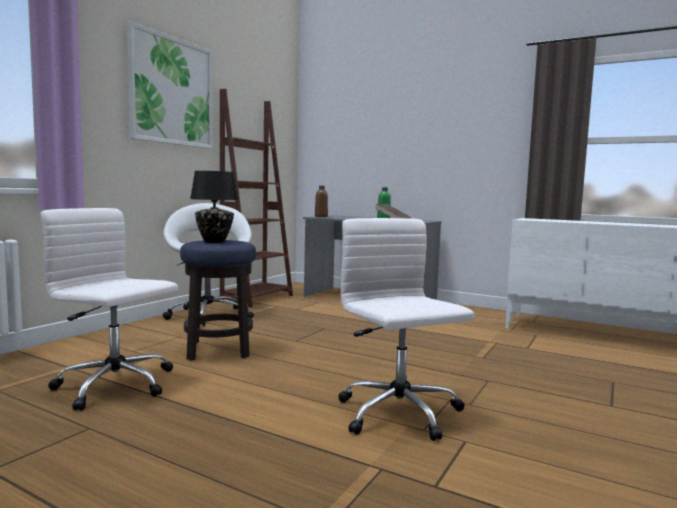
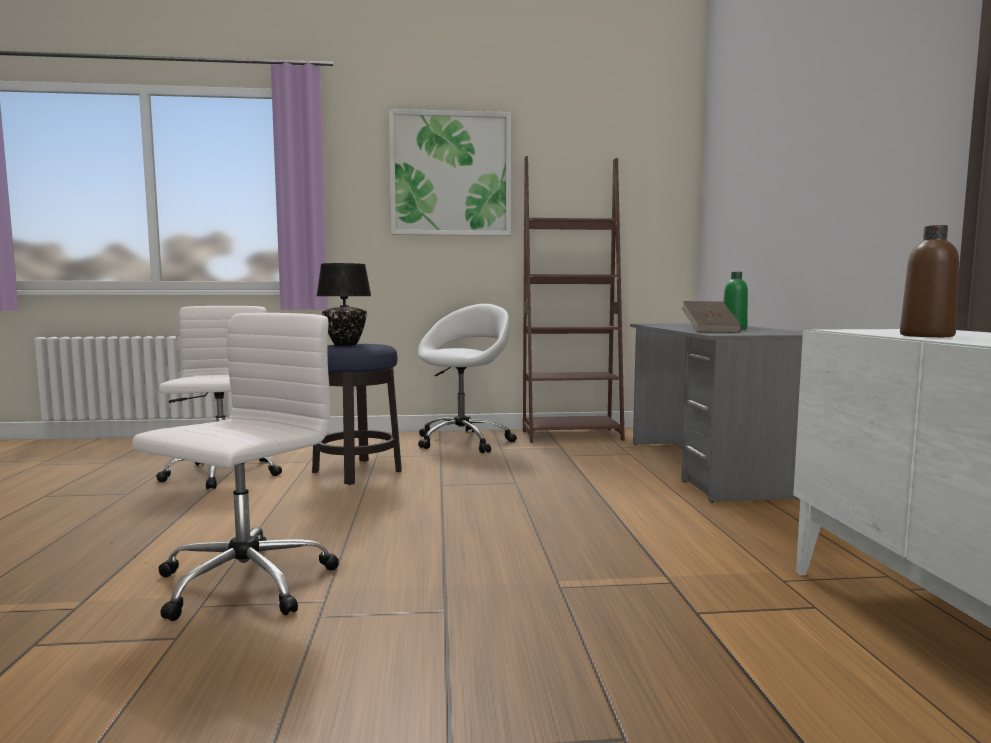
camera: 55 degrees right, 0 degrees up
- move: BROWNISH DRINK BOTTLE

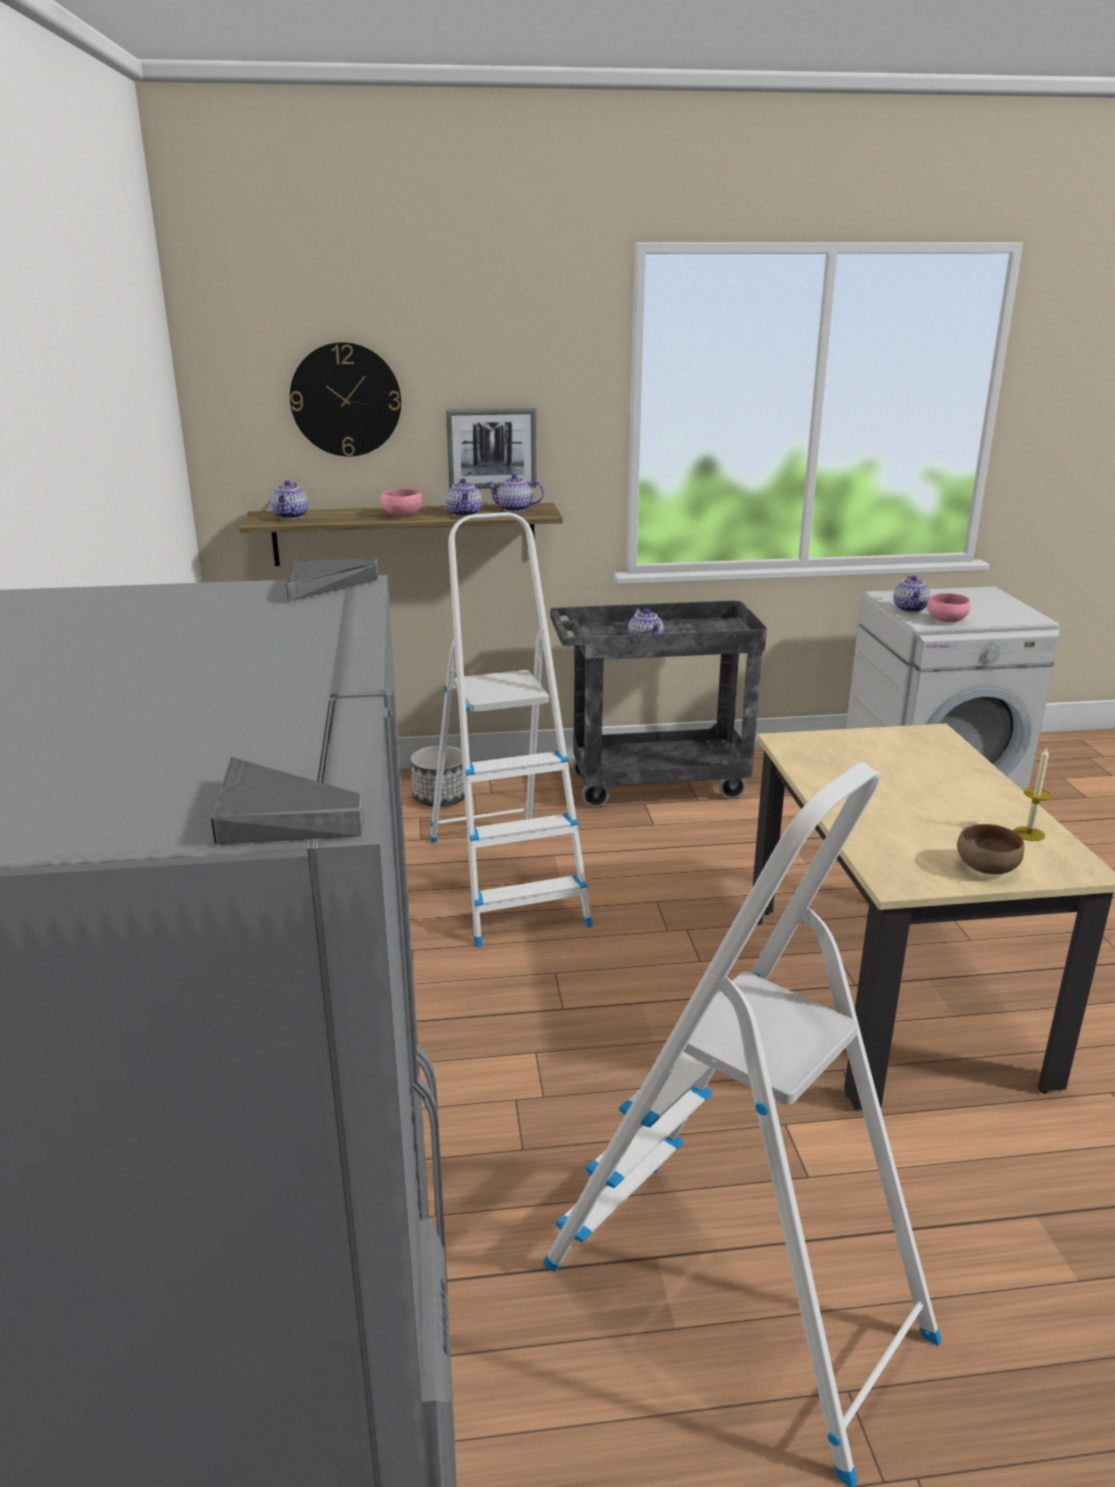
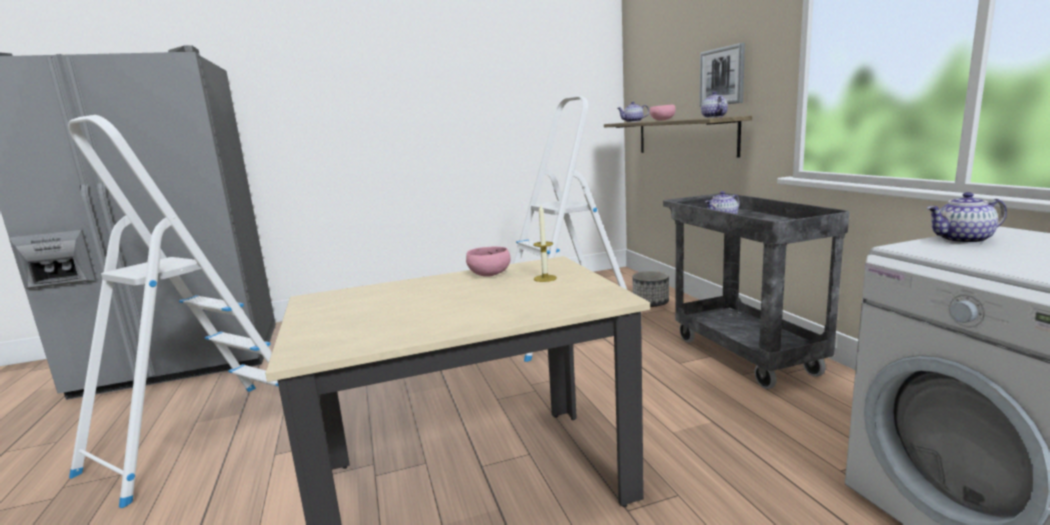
camera: 80 degrees right, 10 degrees down
- delete: HANGING CLOCK
- delete: TEAPOT (2nd from left)
- delete: BROWNISH SERVING BOWL
- move: PINKISH SERVING BOWL (2nd from left in the first image) to PINKISH SERVING BOWL (1st from left)
- move: WAX LIGHT

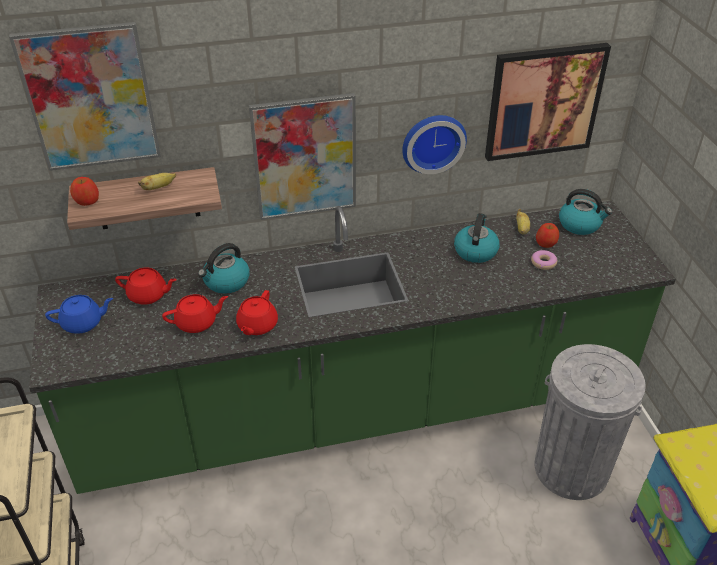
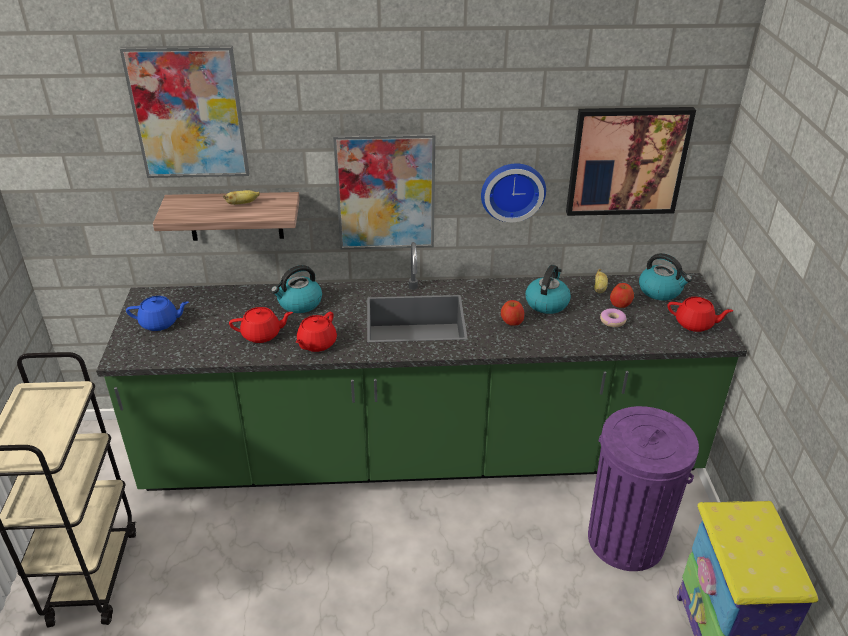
camera: 10 degrees right, 5 degrees down
- move: WHOLE APPLE (1st from left)
- move: REDDISH TEAPOT (1st from left in the first image) to REDDISH TEAPOT (3rd from left)
- recolor: GRAY TRASH CAN to PURPLE TRASH CAN

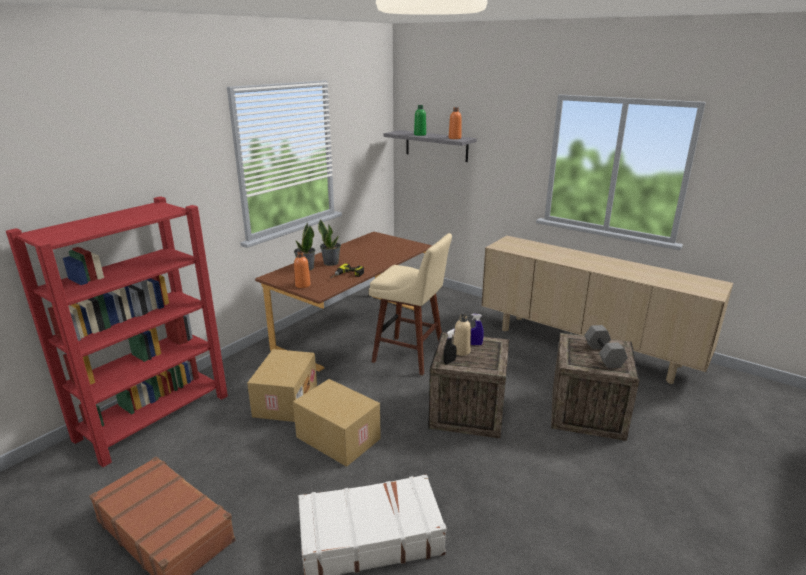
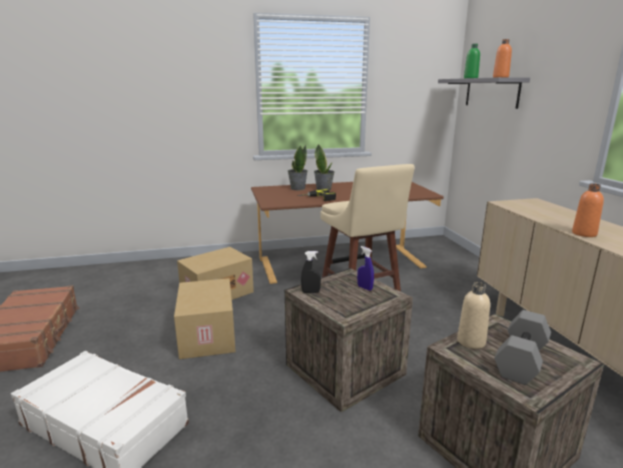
camera: 40 degrees right, 5 degrees down
- delete: REDDISH BOOKCASE
- move: ORANGEY DRINK BOTTLE (1st from left in the first image) to ORANGEY DRINK BOTTLE (2nd from left)
- move: SAND-COLOURED DRINK BOTTLE

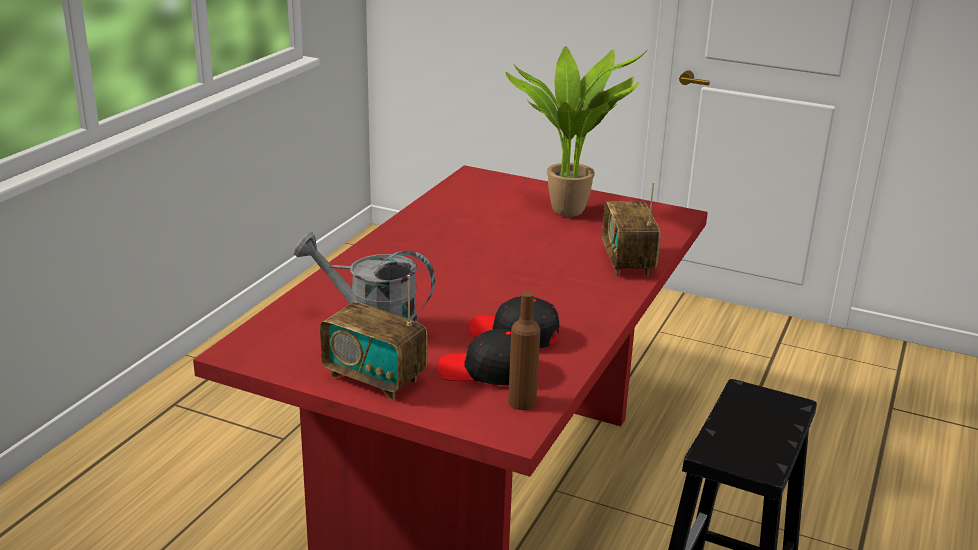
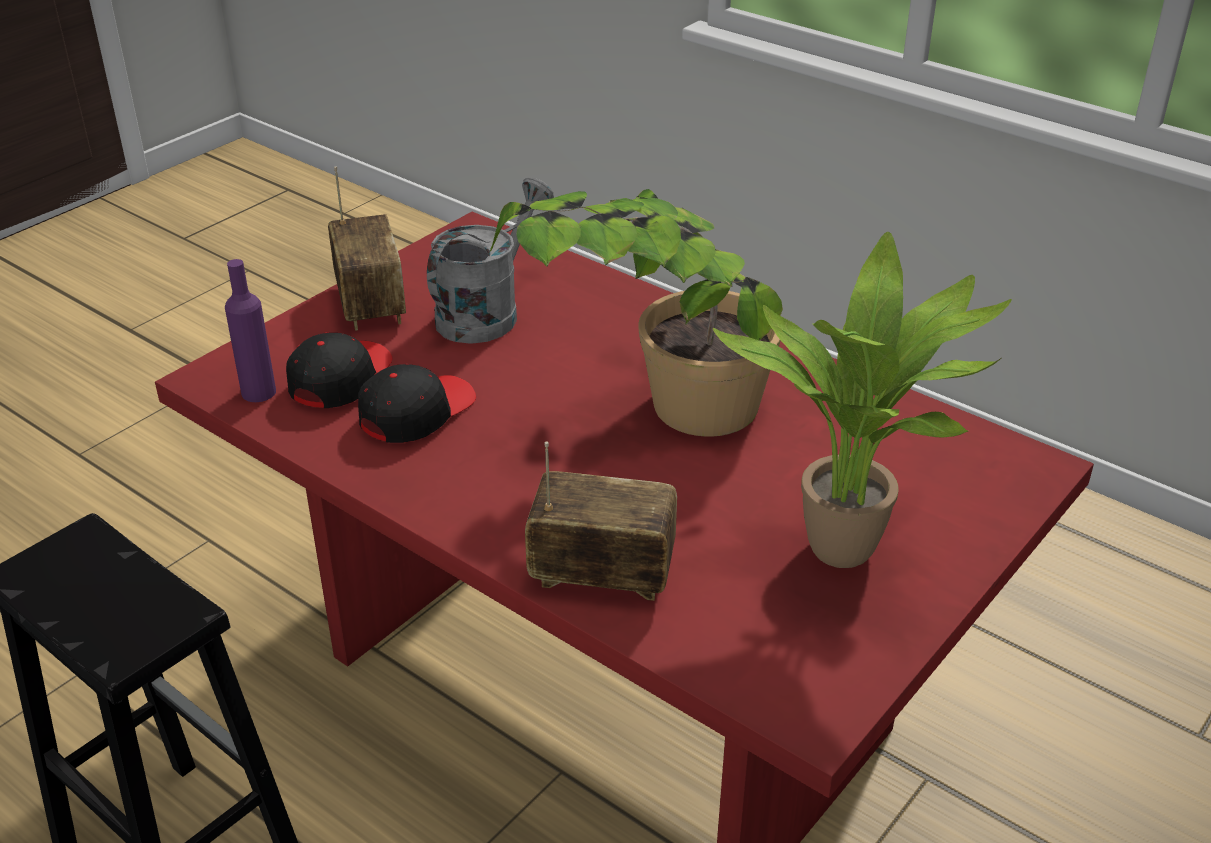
camera: 105 degrees right, 10 degrees up
- insert: HOUSEPLANT (1st from left)
- recolor: BROWNISH DRINK BOTTLE to PURPLE DRINK BOTTLE
- rotate: RADIO RECEIVER (1st from left) 120 degrees clockwise

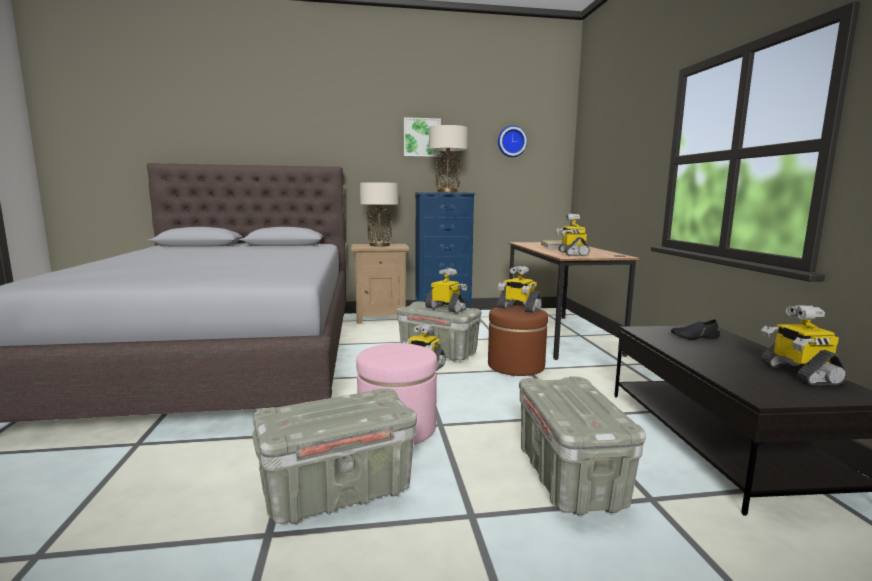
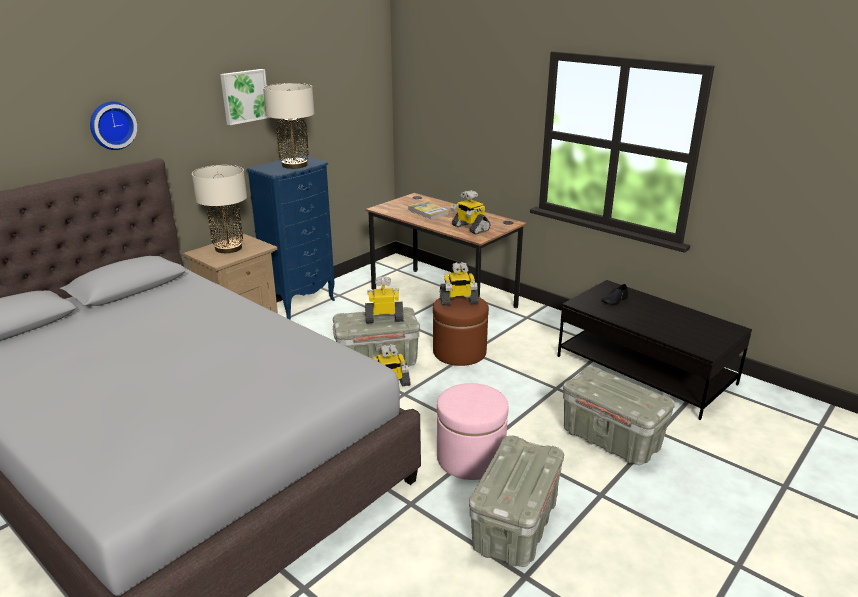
camera: 40 degrees left, 15 degrees up
- delete: TOY ROBOT (5th from left)
- move: HANGING CLOCK

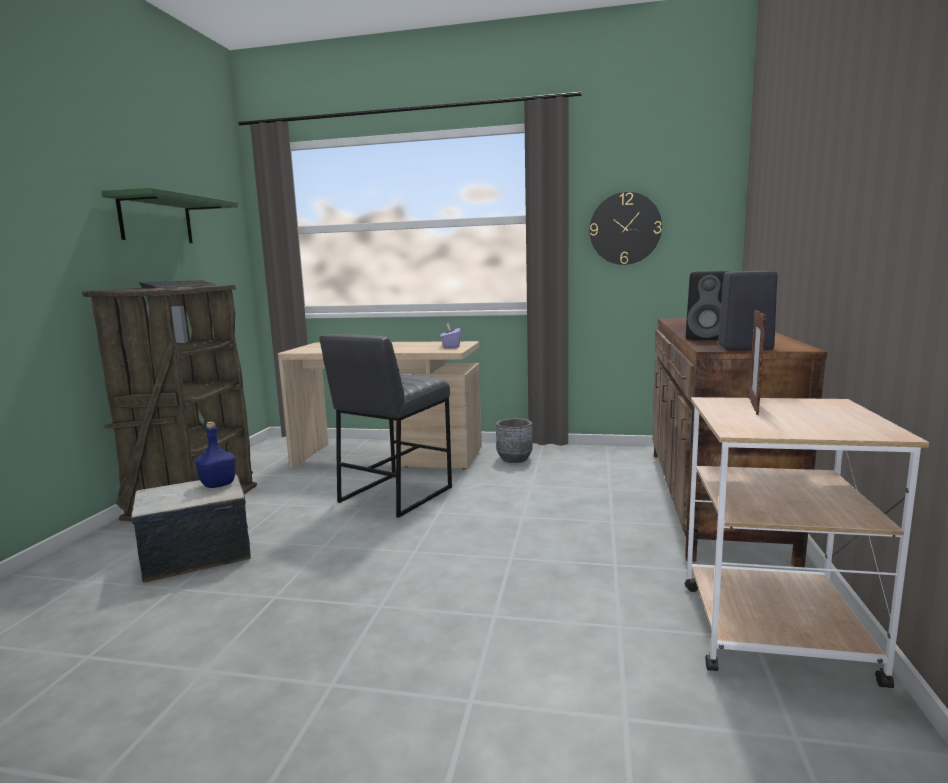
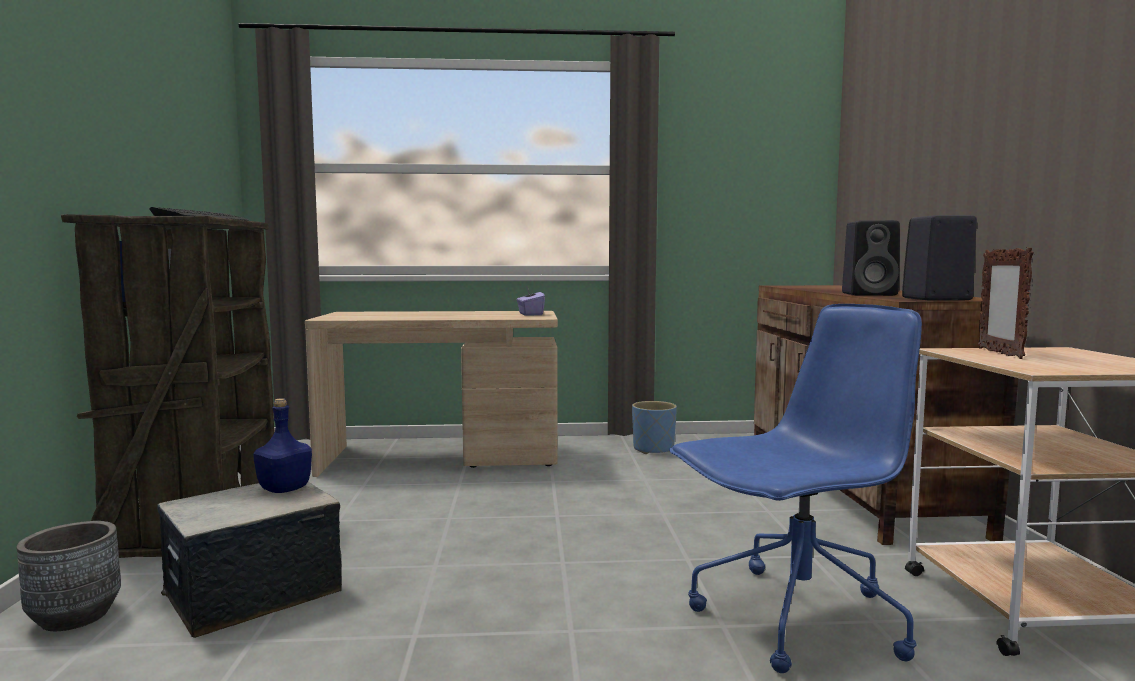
camera: 15 degrees left, 5 degrees down
- delete: GREENISH WALL SHELF
- delete: GRAY STOOL
- delete: HANGING CLOCK
- insert: BLUE PLANT POT
- insert: BLUE COMPUTER CHAIR
- move: GRAY PLANT POT

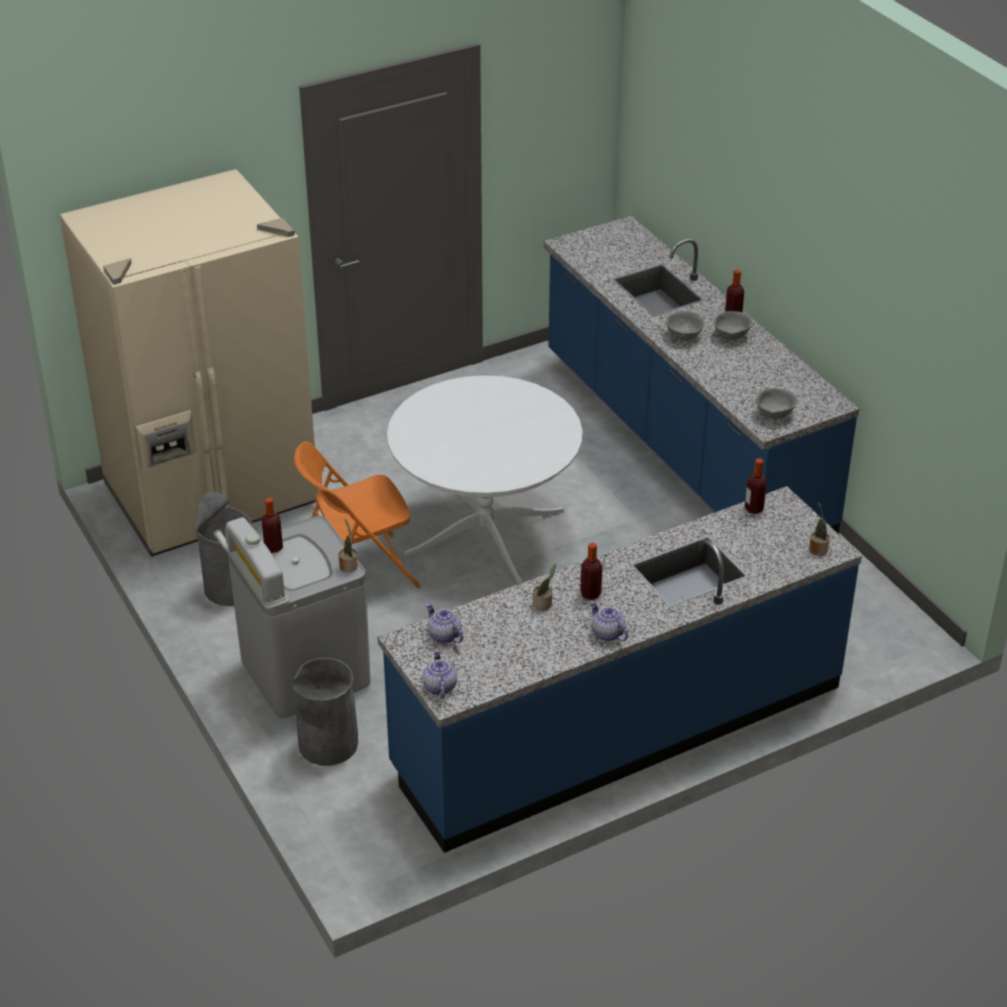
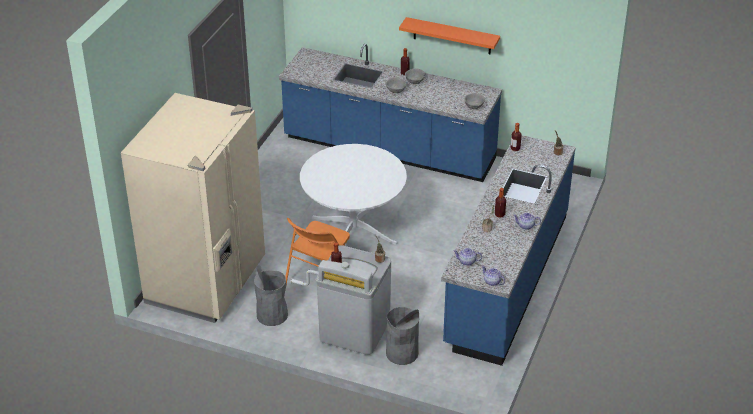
camera: 40 degrees left, 0 degrees up
- insert: ORANGEY WALL SHELF

